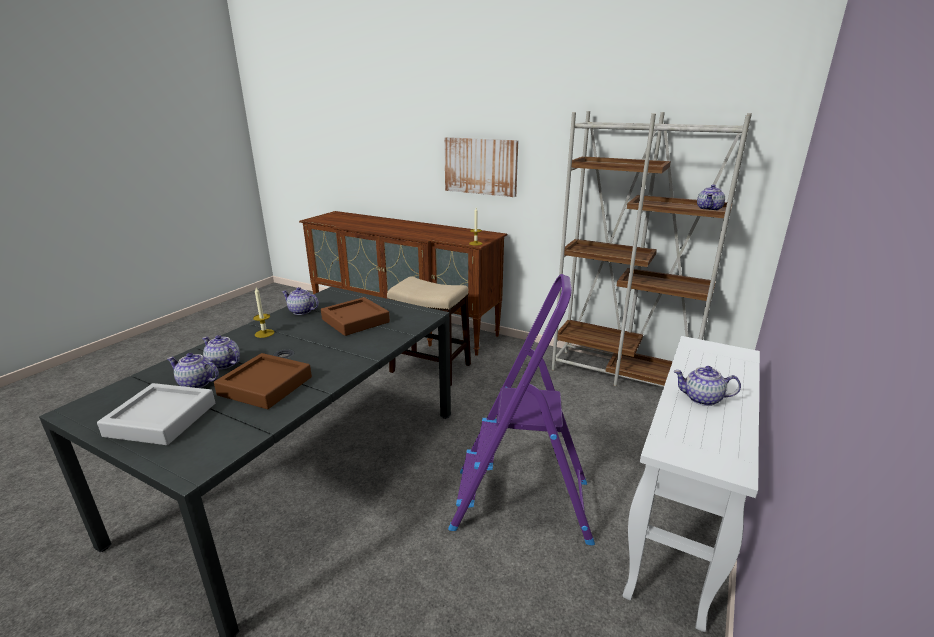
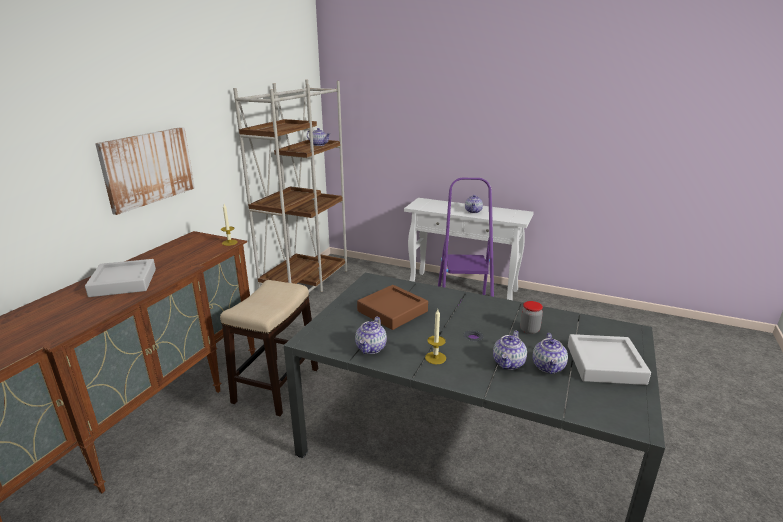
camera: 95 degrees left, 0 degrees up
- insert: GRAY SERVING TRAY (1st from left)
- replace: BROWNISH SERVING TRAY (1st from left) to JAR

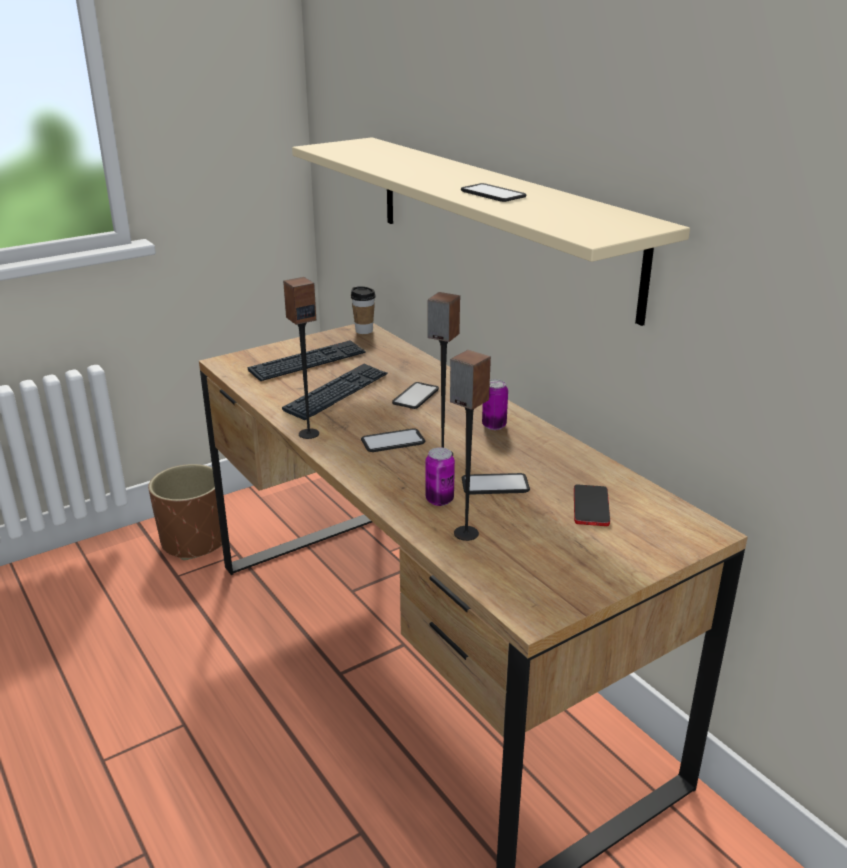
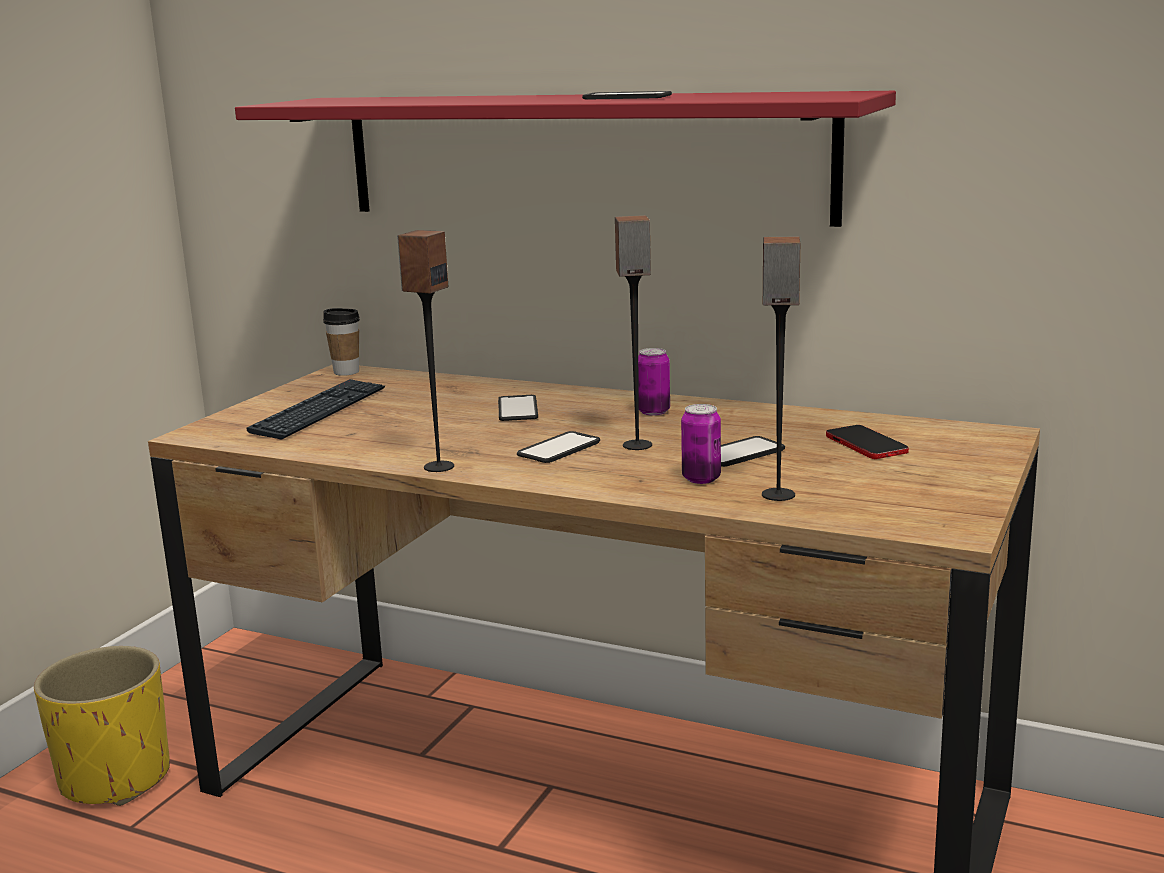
camera: 30 degrees left, 10 degrees down
- delete: COMPUTER KEYBOARD (2nd from left)
- recolor: BROWNISH PLANT POT to YELLOW PLANT POT
- recolor: SAND-COLOURED WALL SHELF to REDDISH WALL SHELF

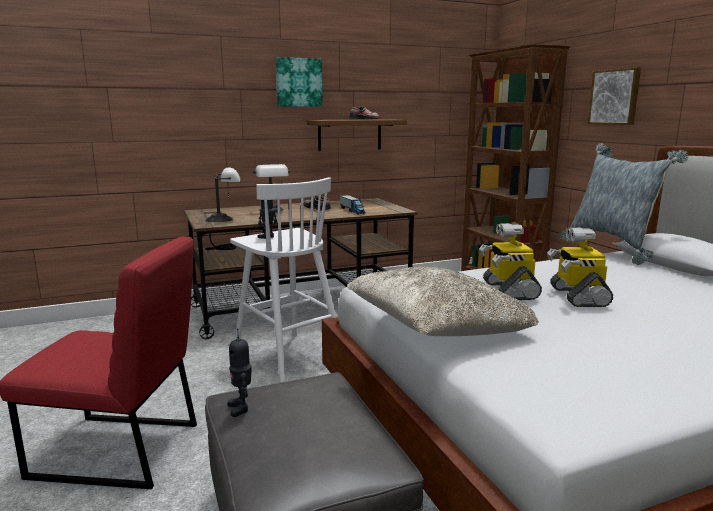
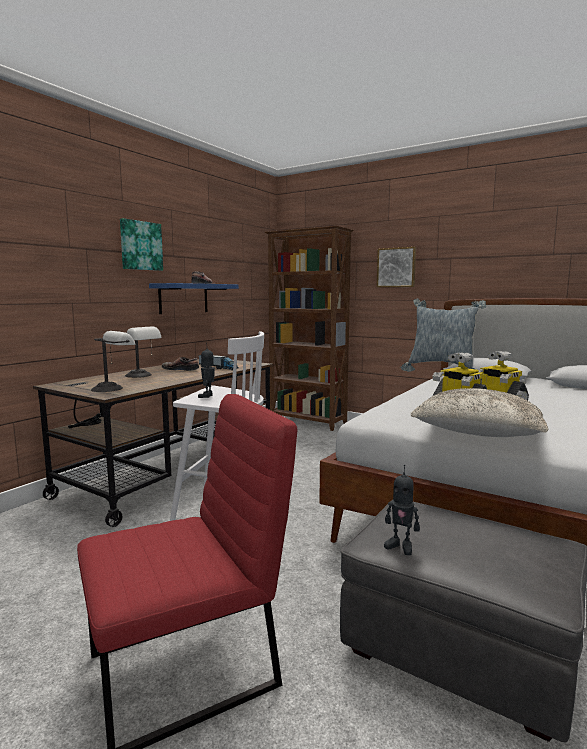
camera: 35 degrees left, 5 degrees down
- recolor: BROWNISH WALL SHELF to BLUE WALL SHELF

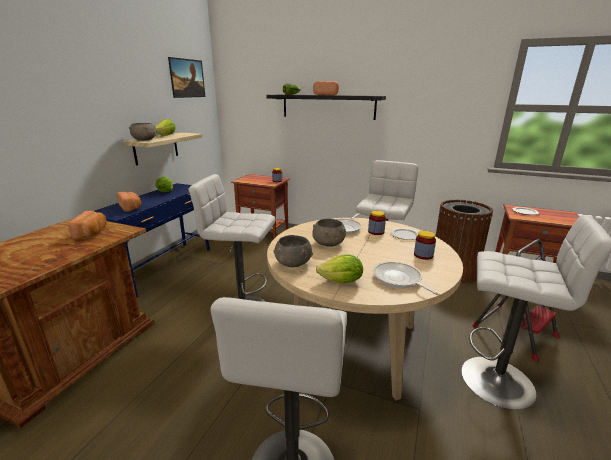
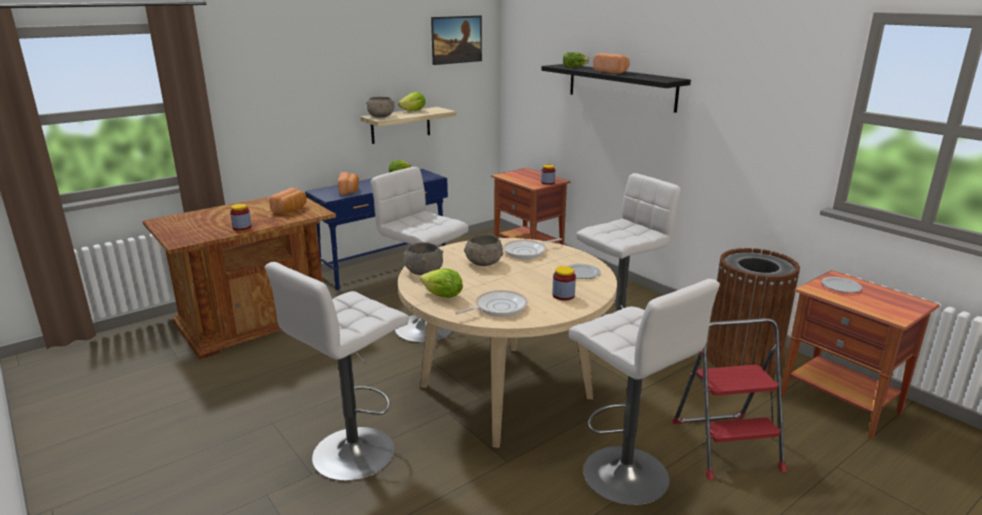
camera: 30 degrees right, 0 degrees up
- move: JAR (2nd from left in the first image) to JAR (1st from left)
- rotate: SKILLET (2nd from left in the first image) 60 degrees clockwise

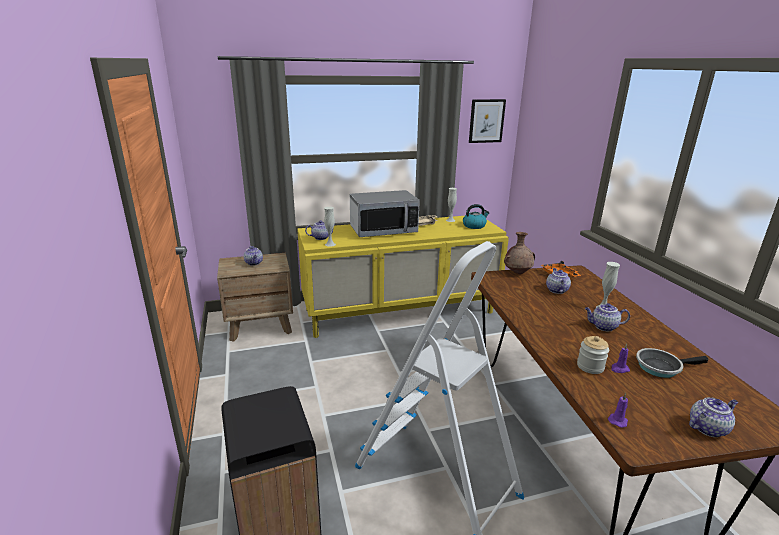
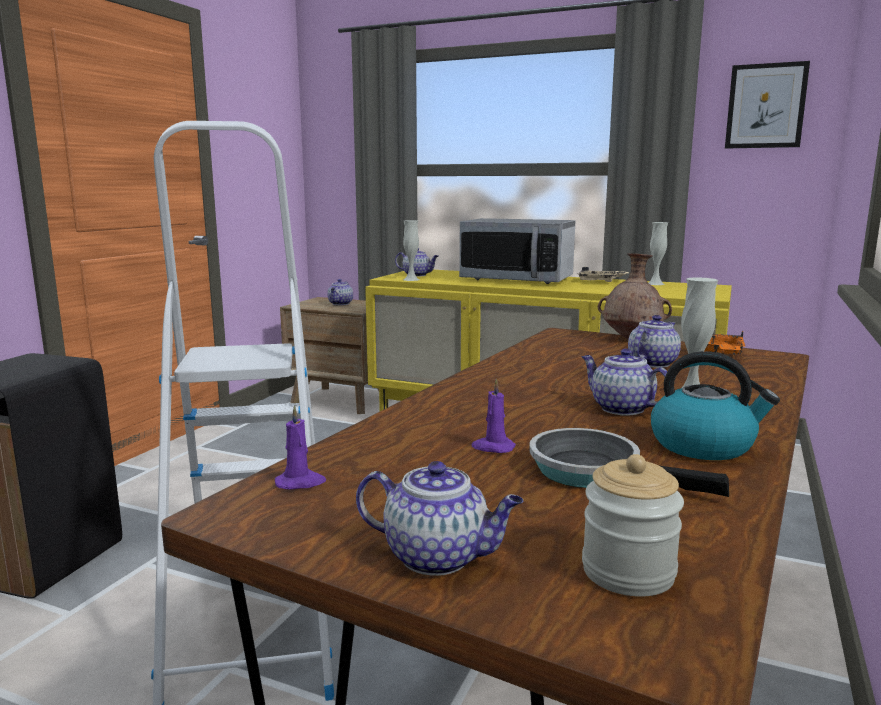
camera: 40 degrees right, 10 degrees down
- move: TEA KETTLE
- move: JAR

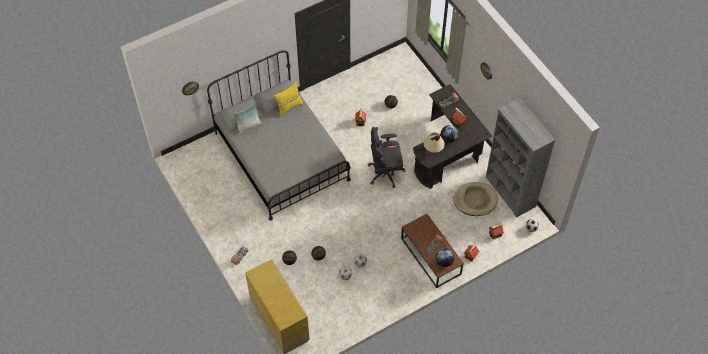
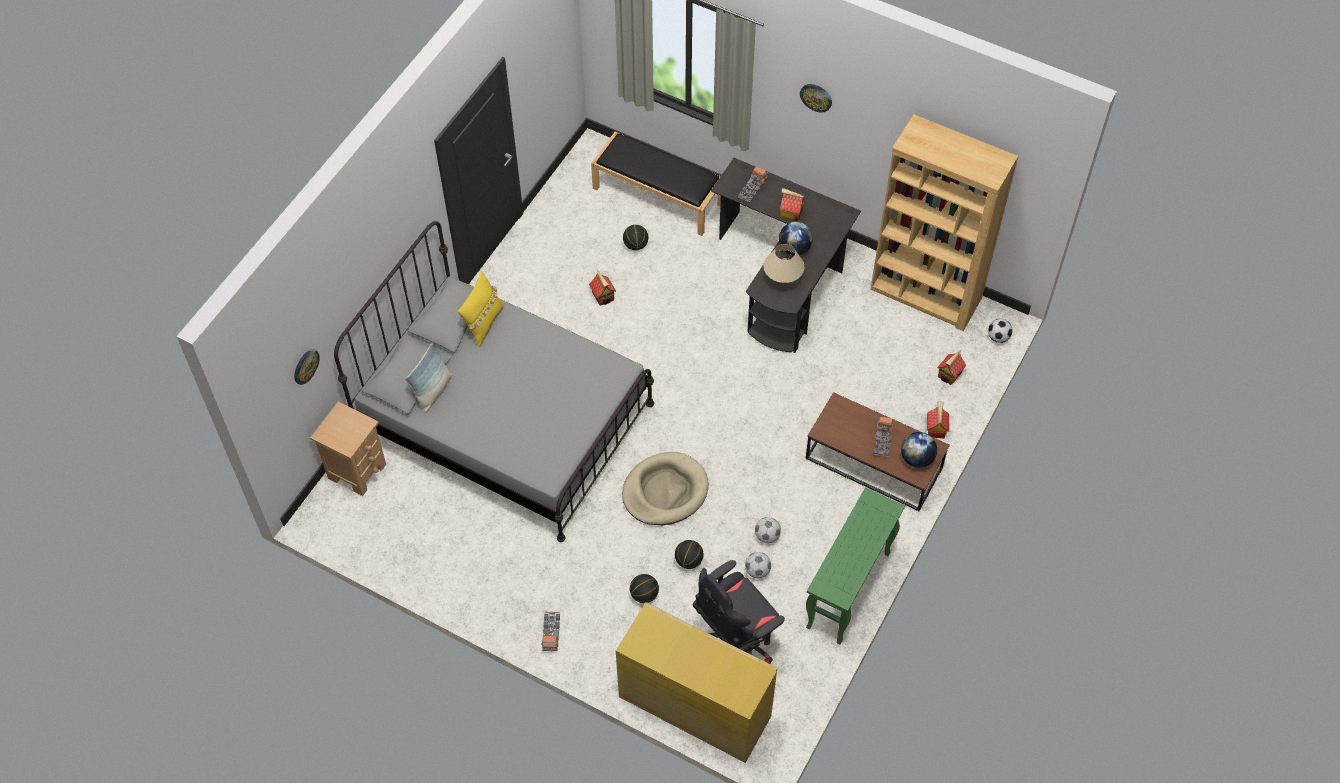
camera: 30 degrees left, 0 degrees up
- insert: SAND-COLOURED NIGHT TABLE
- insert: BLACK INDOOR BENCH
- insert: GREENISH NARROW TABLE
- move: BLACK COMPUTER CHAIR
- move: SAND-COLOURED DOG CUSHION
- recolor: GRAY BOOKCASE to BROWNISH BOOKCASE

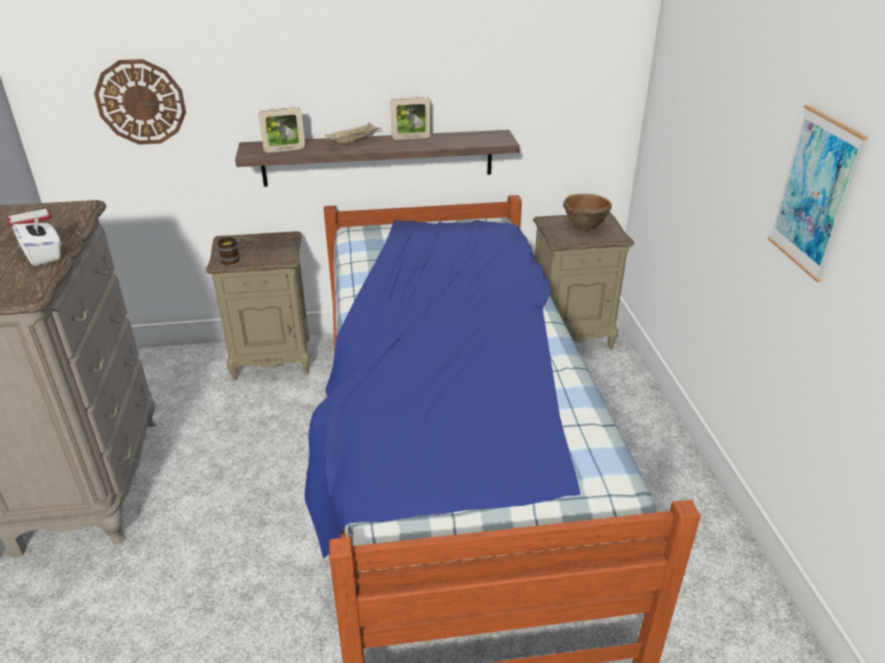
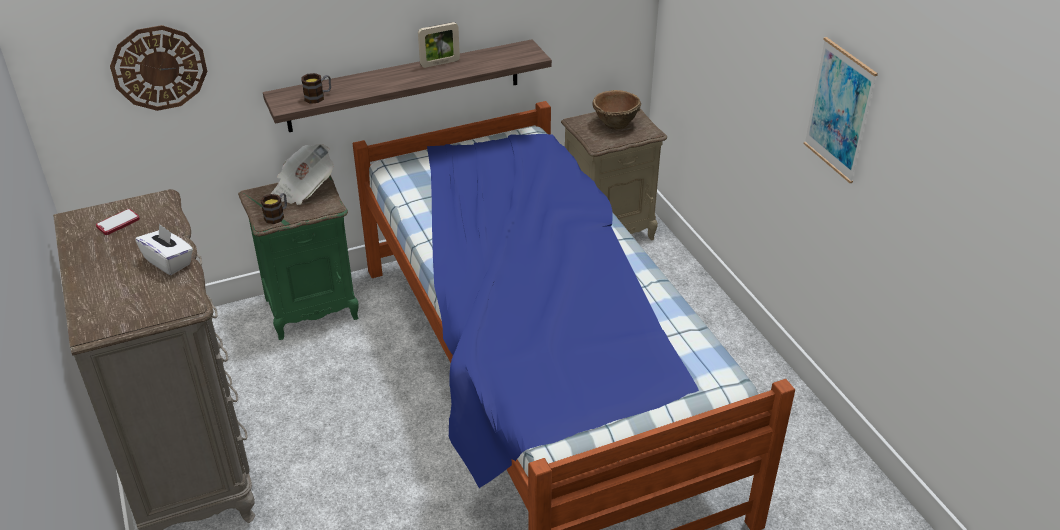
camera: 15 degrees left, 5 degrees up
- delete: SAND-COLOURED SERVING TRAY
- insert: NEWSPAPER
- replace: PICTURE FRAME (1st from left) to COFFEE MUG (2nd from left)
- recolor: SAND-COLOURED NIGHT TABLE (1st from left) to GREENISH NIGHT TABLE

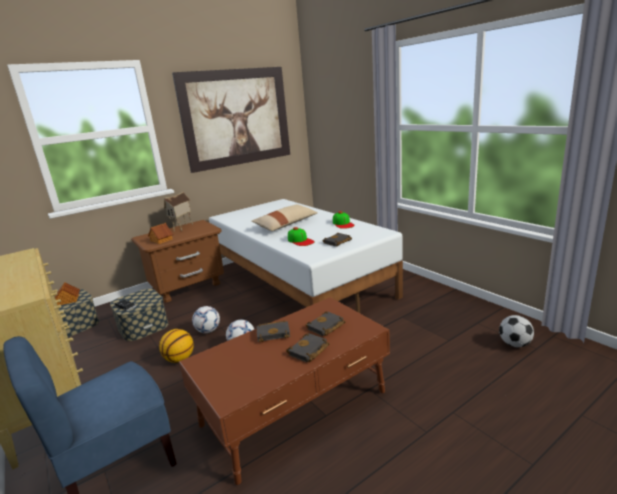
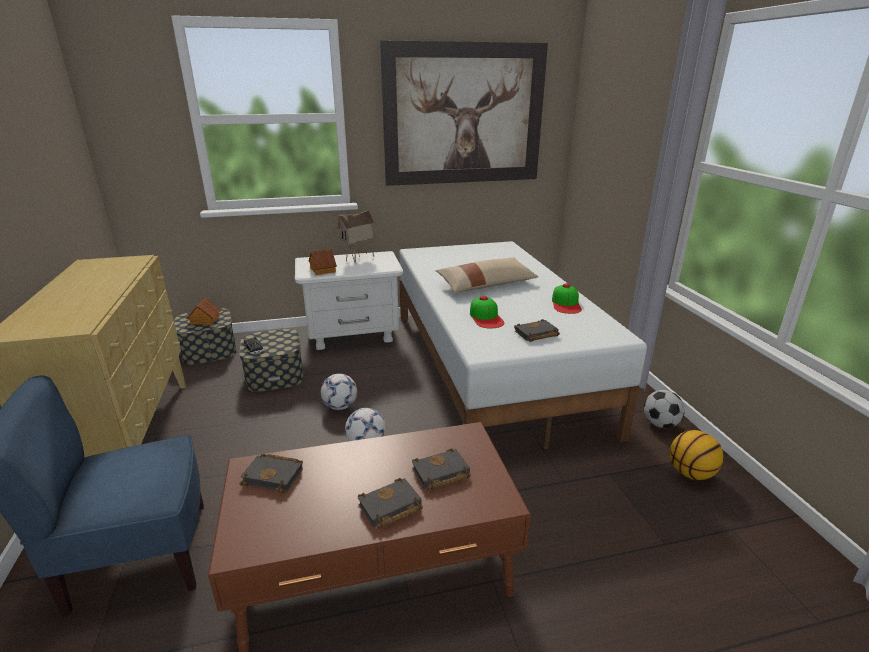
camera: 20 degrees right, 5 degrees up
- move: BALL FOR BASKETBALL
- move: BLACK BOUND BOOK (1st from left)
- move: FOOTBALL BALL (3rd from left)
- recolor: BROWNISH NIGHT TABLE to WHITE-COLOURED NIGHT TABLE

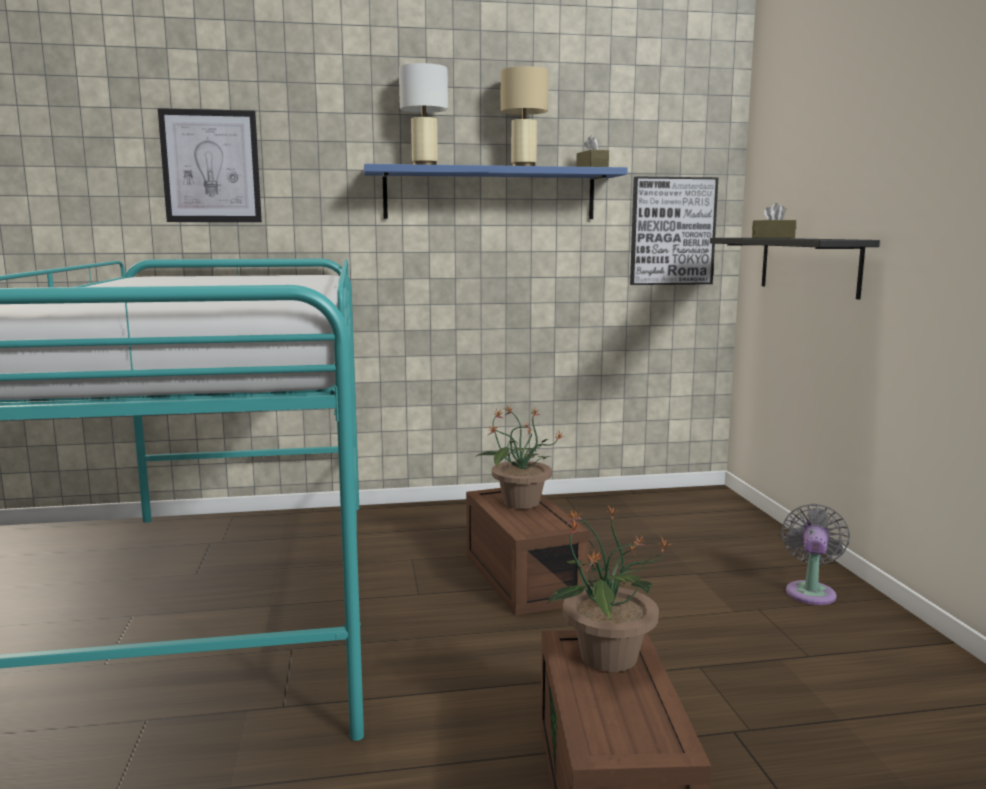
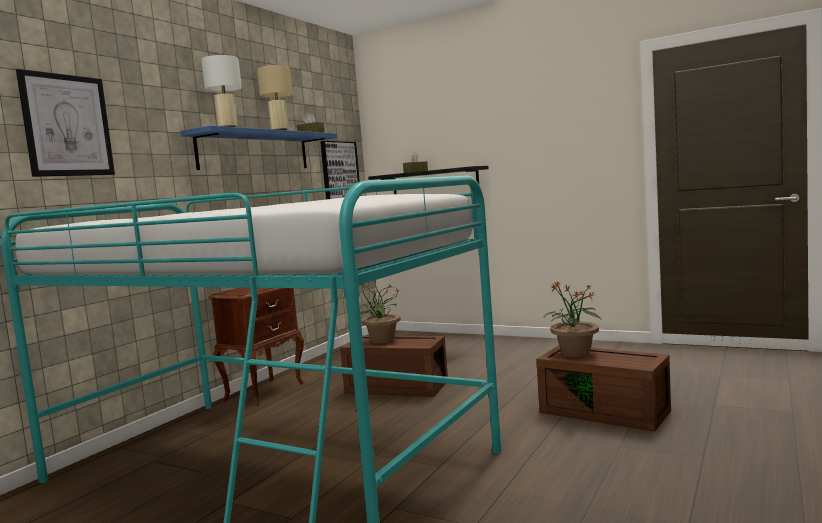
camera: 50 degrees left, 5 degrees down
- delete: GRAY ELECTRIC FAN
- insert: BROWNISH NIGHT TABLE

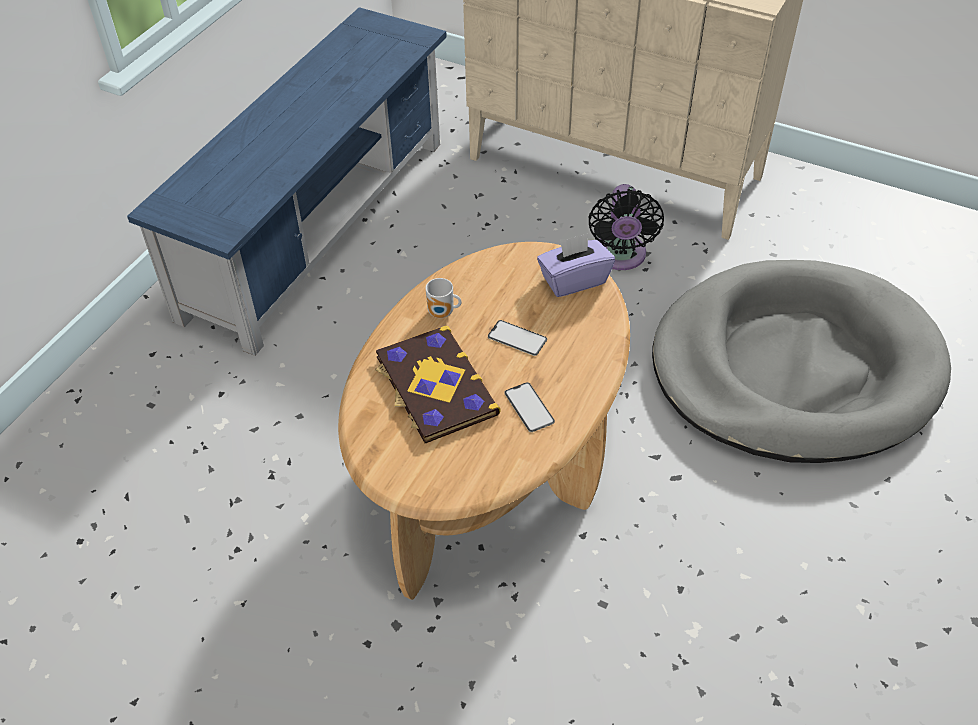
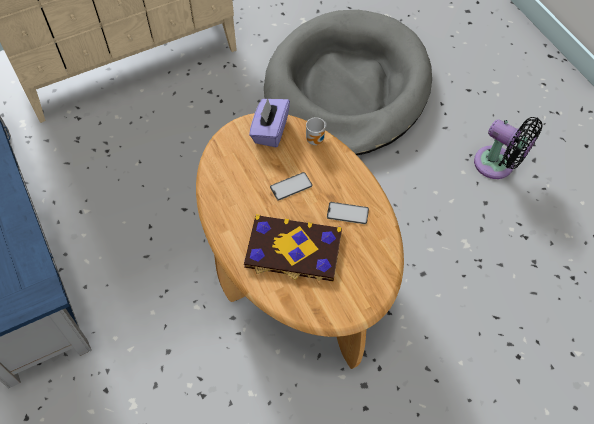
camera: 55 degrees left, 10 degrees up
- move: COFFEE MUG
- move: BLACK ELECTRIC FAN

